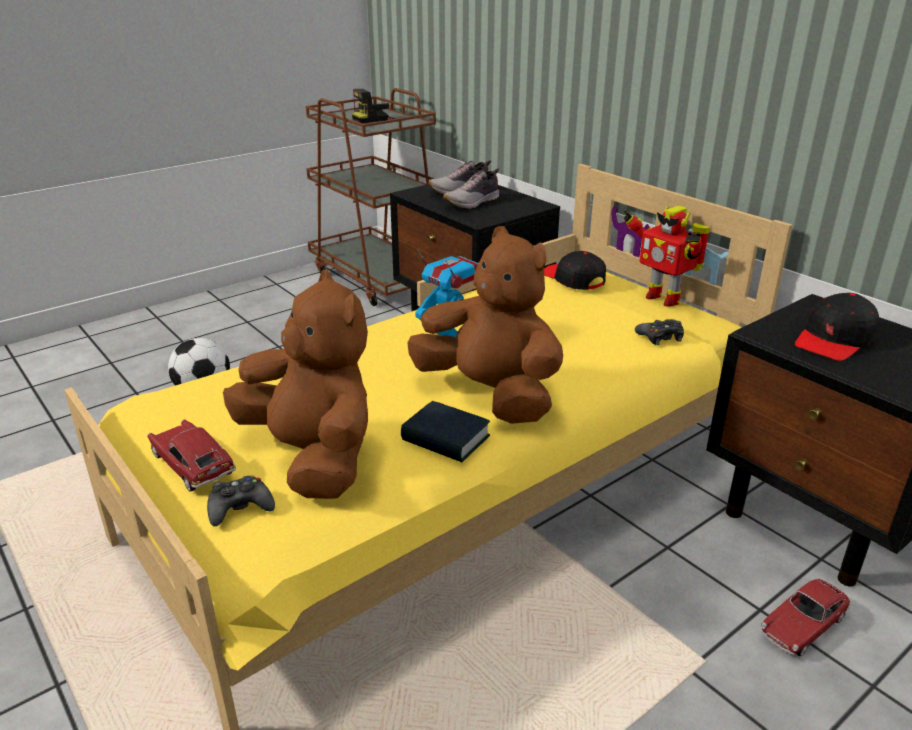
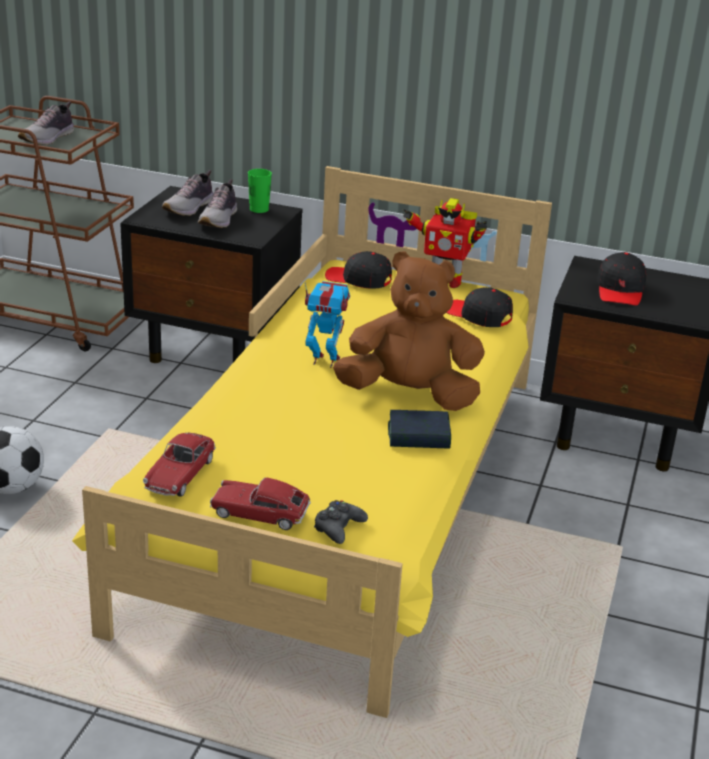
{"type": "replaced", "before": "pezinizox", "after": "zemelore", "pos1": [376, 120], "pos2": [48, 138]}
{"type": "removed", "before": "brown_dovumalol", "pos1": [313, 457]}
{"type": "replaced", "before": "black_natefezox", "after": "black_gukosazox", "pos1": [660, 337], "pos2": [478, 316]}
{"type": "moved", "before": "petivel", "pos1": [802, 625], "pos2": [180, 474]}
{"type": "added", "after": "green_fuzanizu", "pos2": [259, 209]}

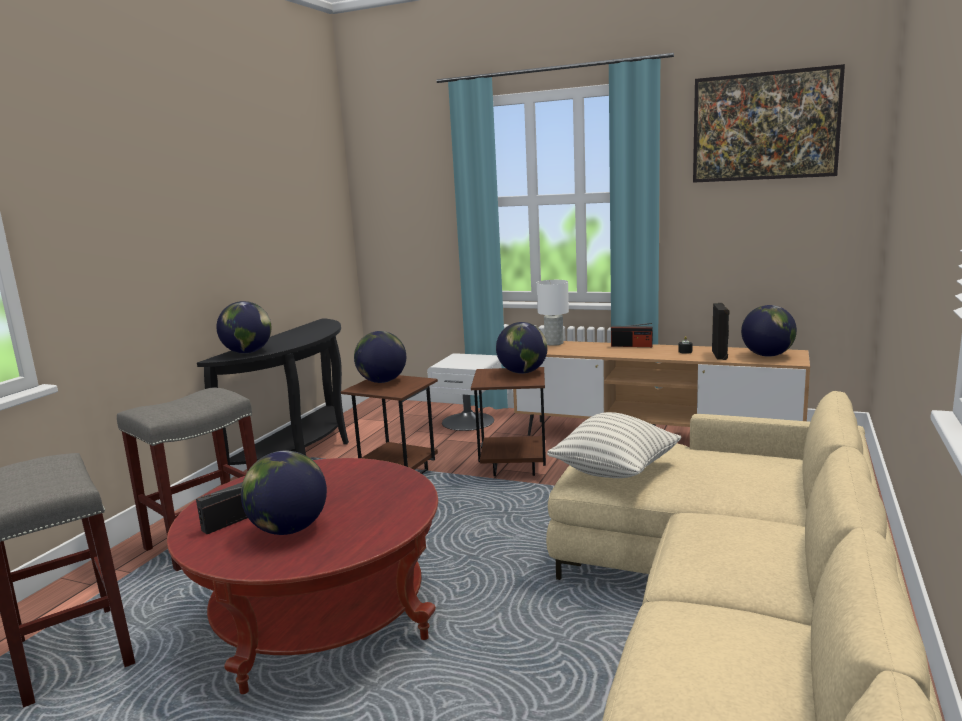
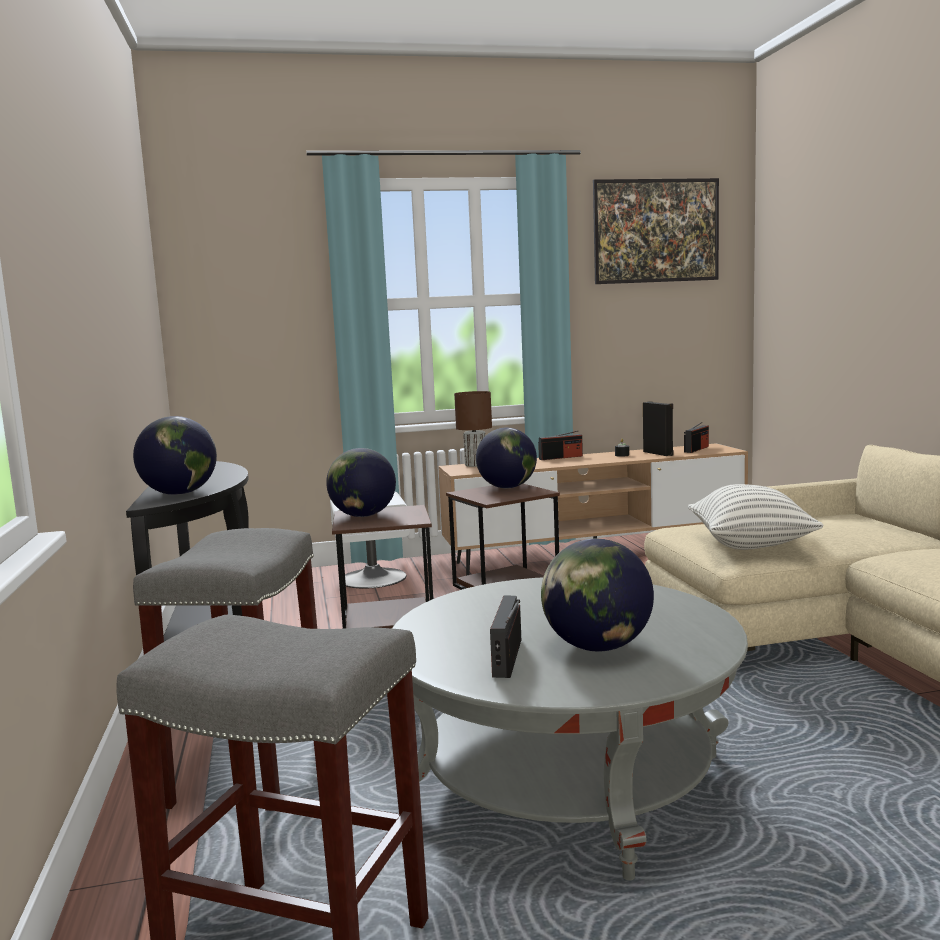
{"type": "recoloured", "before": "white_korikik", "after": "brown_korikik", "pos1": [553, 343], "pos2": [475, 465]}
{"type": "replaced", "before": "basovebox", "after": "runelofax", "pos1": [767, 355], "pos2": [696, 449]}
{"type": "recoloured", "before": "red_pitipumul", "after": "grey_pitipumul", "pos1": [321, 617], "pos2": [567, 782]}

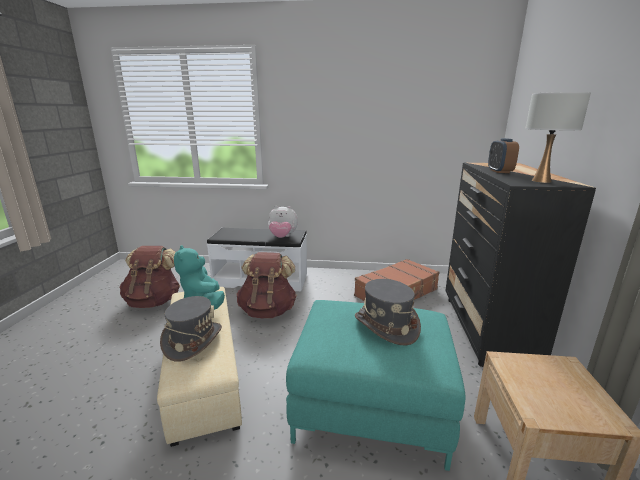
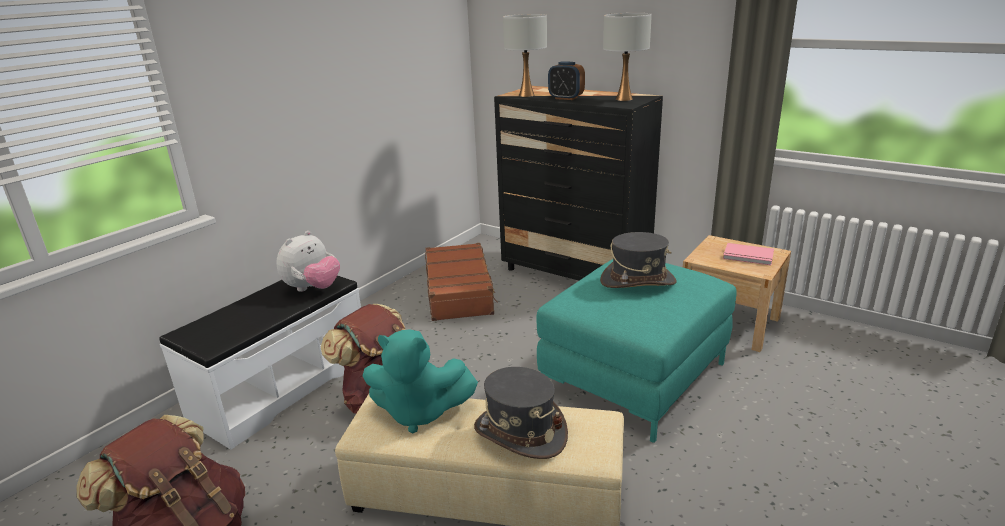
{"type": "added", "after": "white_korikik", "pos2": [526, 95]}
{"type": "added", "after": "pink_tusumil", "pos2": [748, 256]}

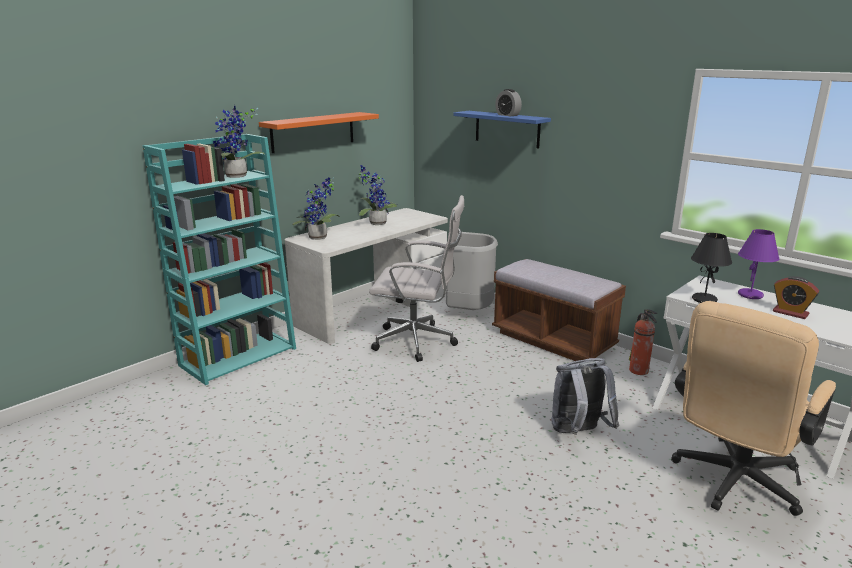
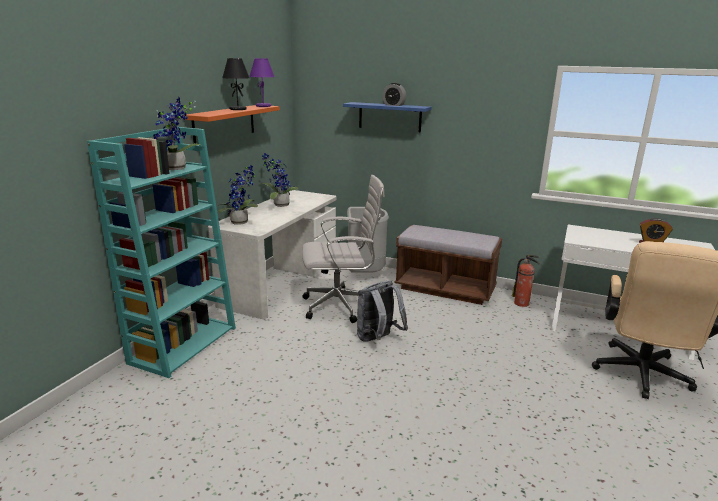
{"type": "moved", "before": "purple_korikik", "pos1": [750, 295], "pos2": [263, 106]}
{"type": "moved", "before": "black_korikik", "pos1": [704, 300], "pos2": [237, 109]}
{"type": "moved", "before": "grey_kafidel", "pos1": [578, 433], "pos2": [378, 339]}

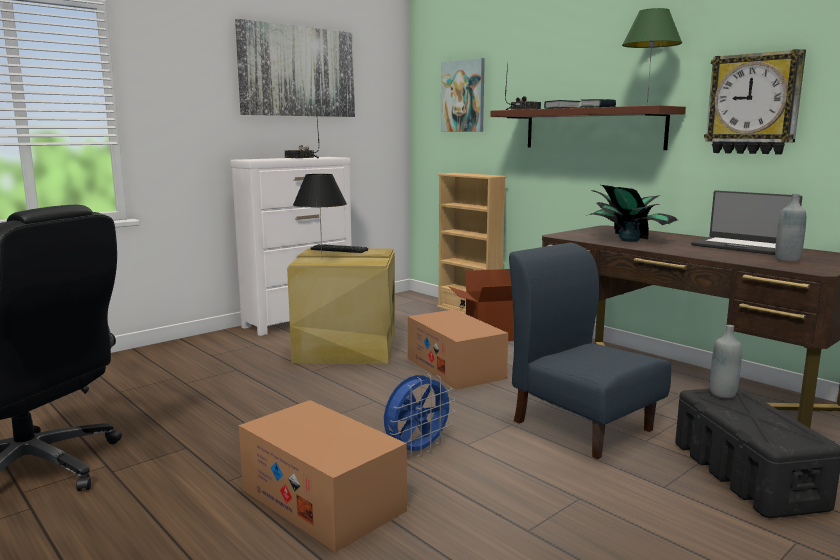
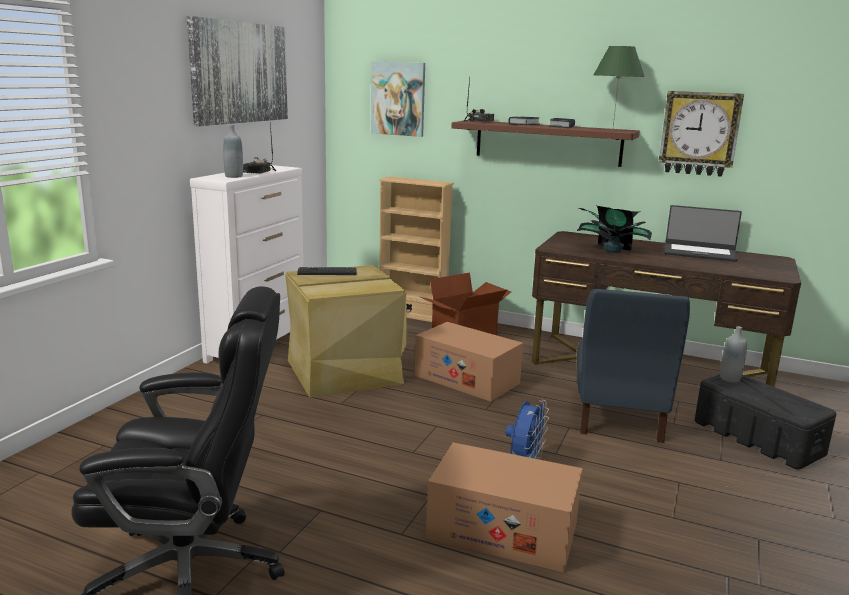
{"type": "removed", "before": "black_korikik", "pos1": [322, 259]}
{"type": "moved", "before": "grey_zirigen", "pos1": [787, 260], "pos2": [234, 176]}
{"type": "turned", "before": "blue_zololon", "pos1": [581, 425], "pos2": [618, 418], "turn": -105}

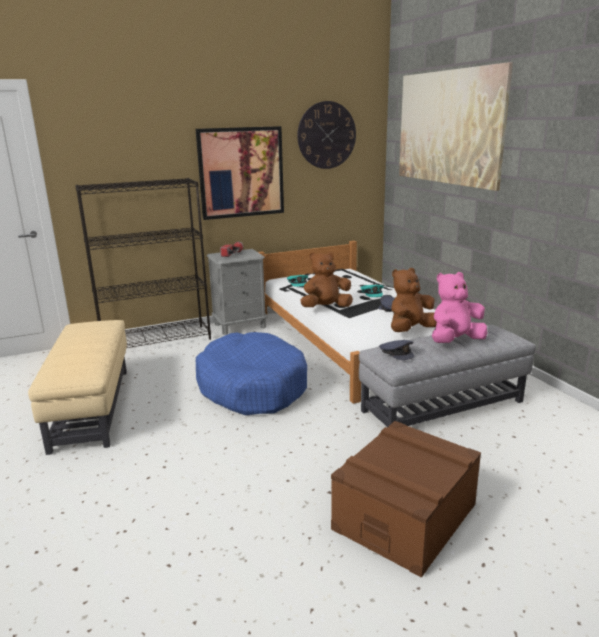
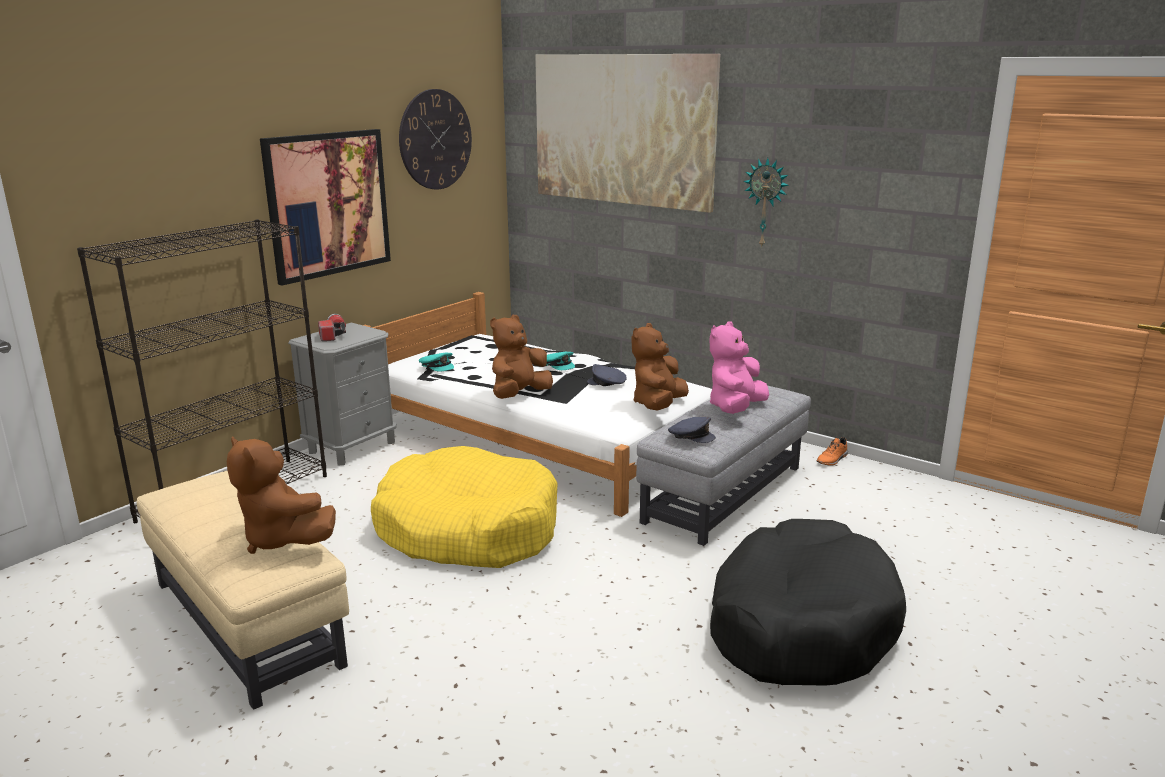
{"type": "recoloured", "before": "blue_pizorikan", "after": "yellow_pizorikan", "pos1": [252, 387], "pos2": [468, 529]}
{"type": "replaced", "before": "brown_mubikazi", "after": "black_pizorikan", "pos1": [405, 517], "pos2": [800, 624]}
{"type": "added", "after": "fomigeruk", "pos2": [766, 202]}
{"type": "added", "after": "brown_dovumalol", "pos2": [282, 539]}
{"type": "added", "after": "orange_zemelore", "pos2": [832, 460]}

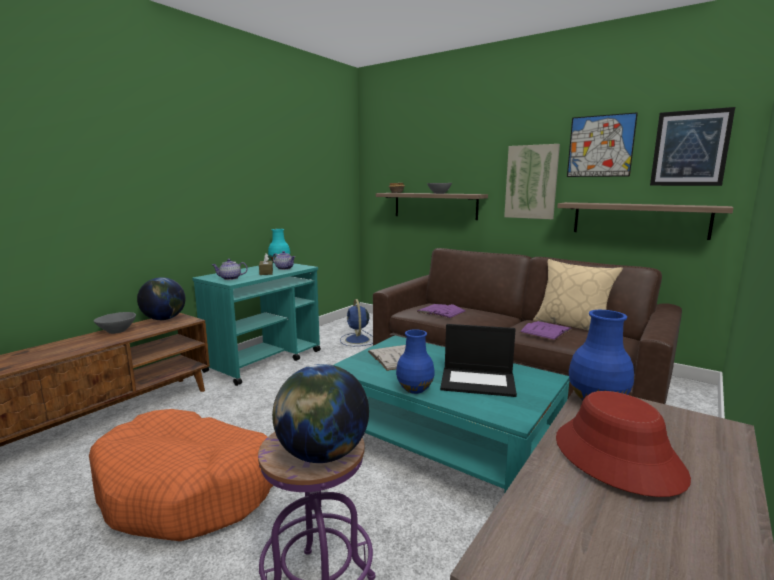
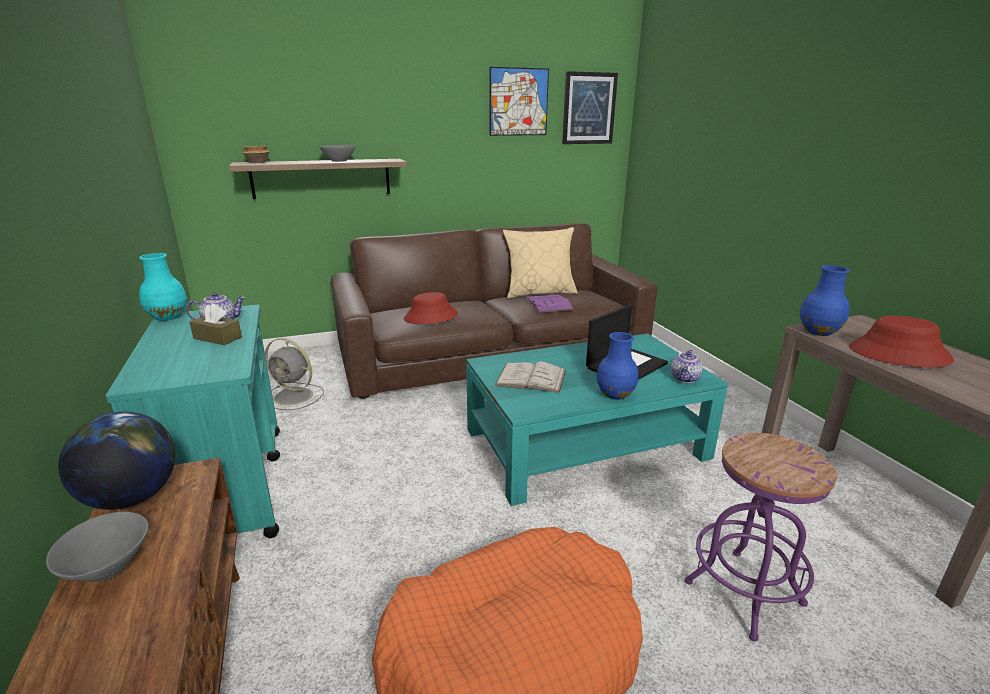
{"type": "removed", "before": "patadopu", "pos1": [531, 182]}
{"type": "removed", "before": "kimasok", "pos1": [639, 220]}
{"type": "moved", "before": "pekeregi", "pos1": [230, 278], "pos2": [685, 379]}
{"type": "recoloured", "before": "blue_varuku", "after": "grey_varuku", "pos1": [357, 340], "pos2": [294, 397]}
{"type": "replaced", "before": "purple_tusumil", "after": "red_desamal", "pos1": [441, 311], "pos2": [431, 317]}
{"type": "removed", "before": "basovebox", "pos1": [322, 454]}

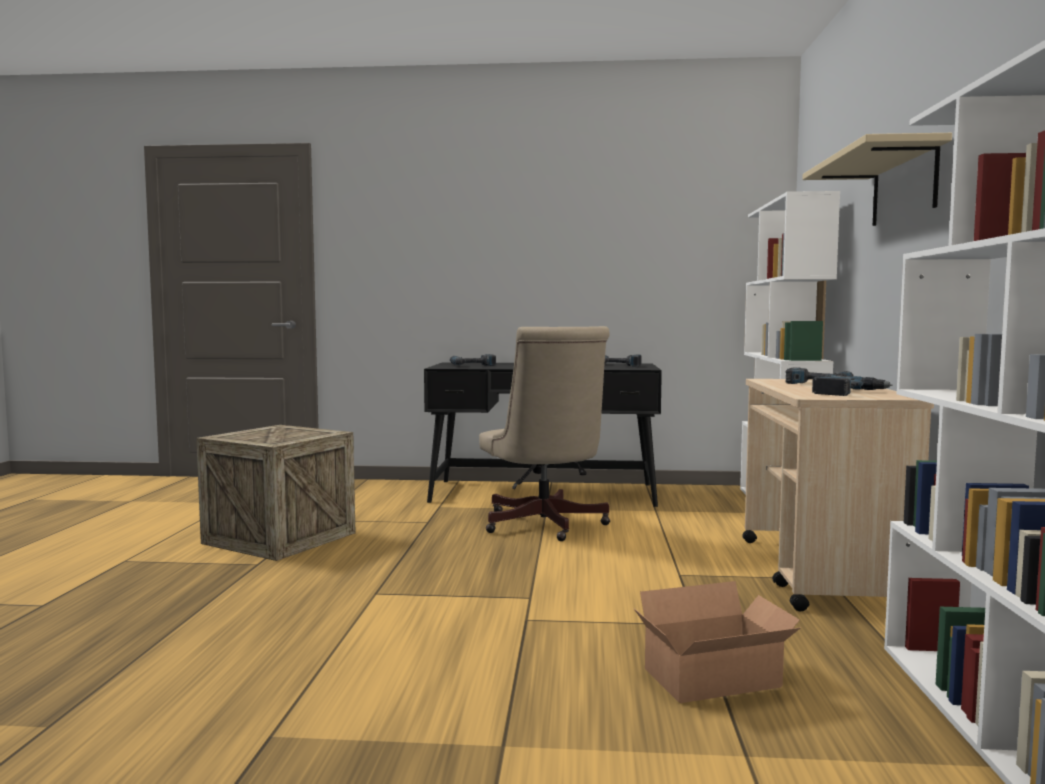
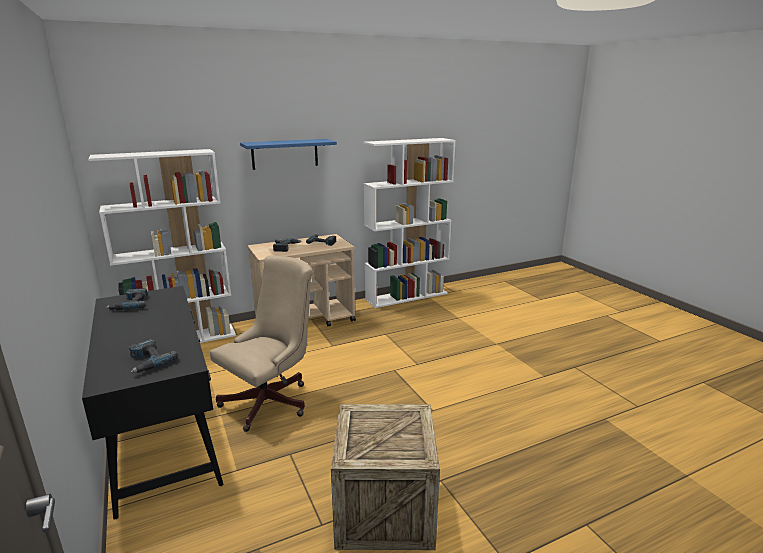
{"type": "recoloured", "before": "beige_kimasok", "after": "blue_kimasok", "pos1": [904, 186], "pos2": [285, 154]}
{"type": "removed", "before": "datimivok", "pos1": [717, 679]}

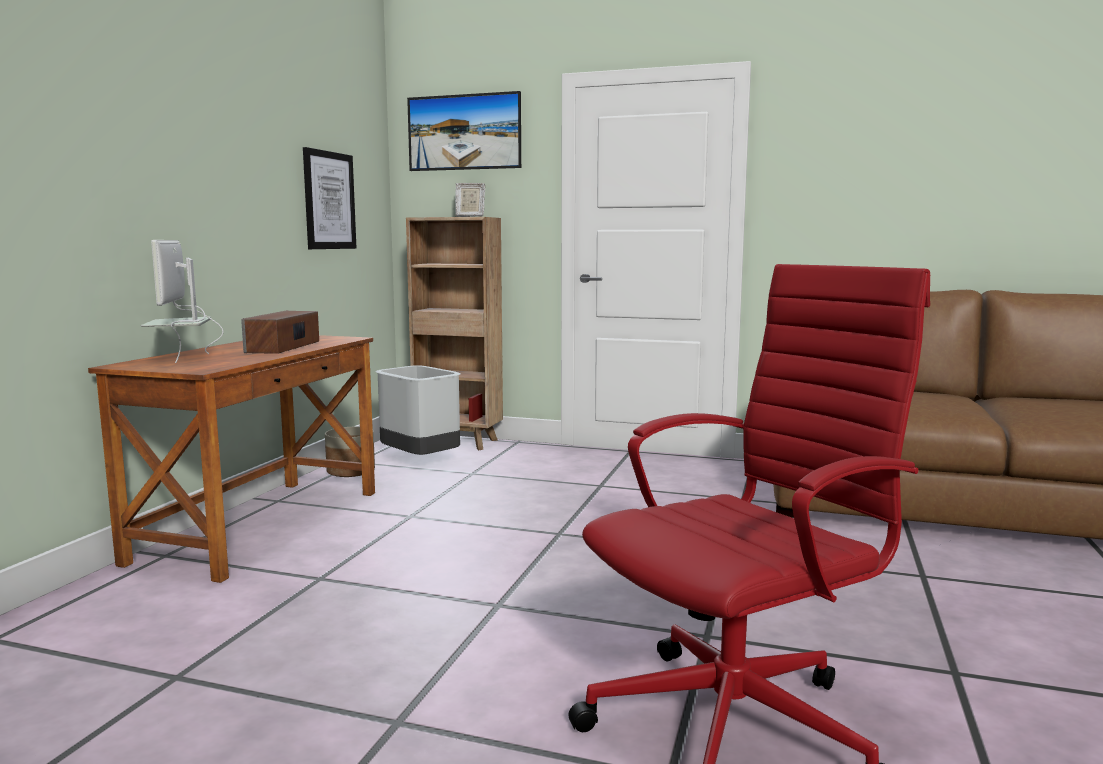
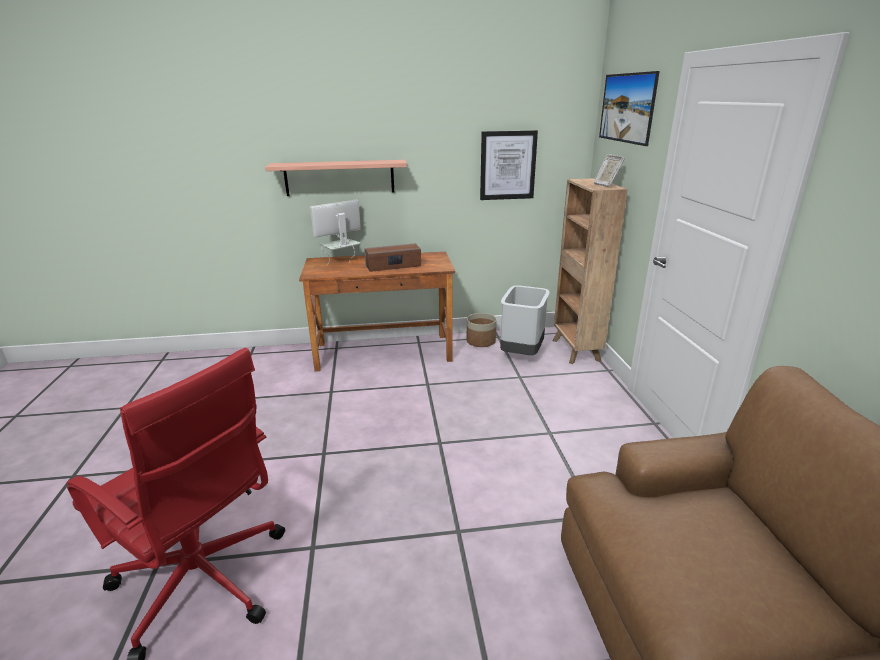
{"type": "added", "after": "kimasok", "pos2": [339, 177]}

